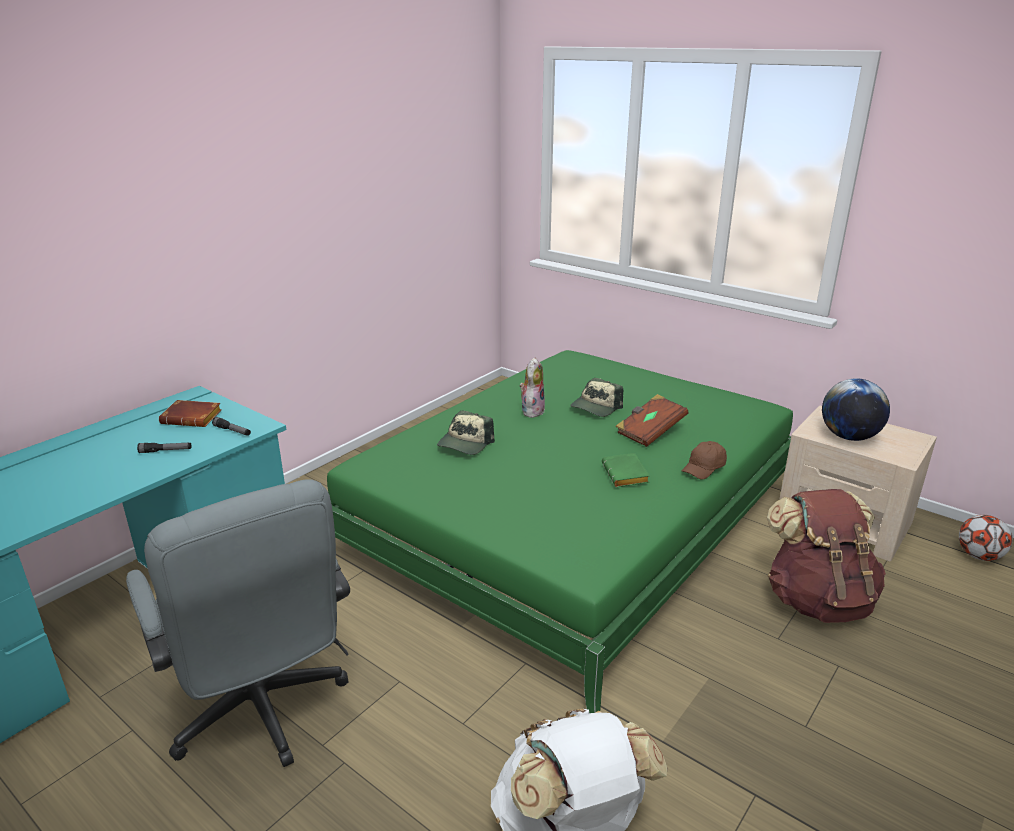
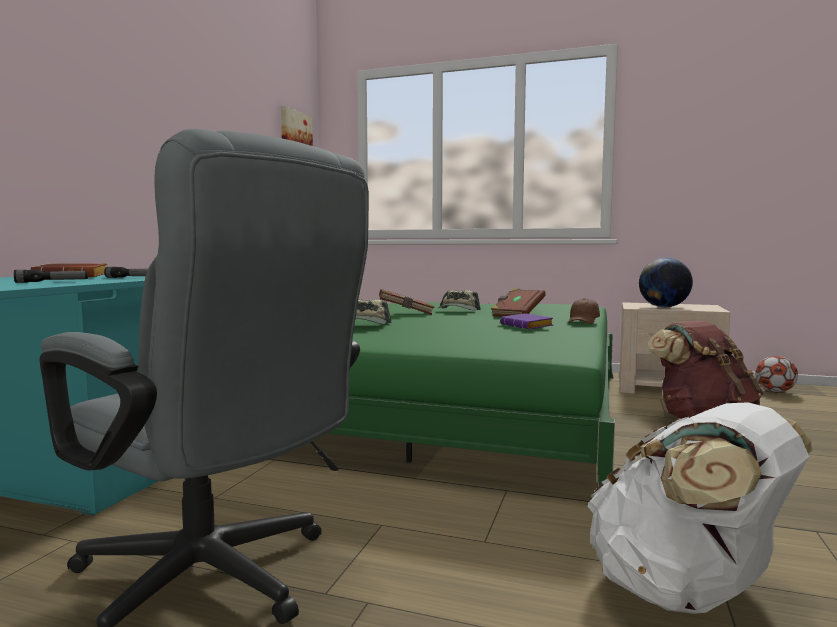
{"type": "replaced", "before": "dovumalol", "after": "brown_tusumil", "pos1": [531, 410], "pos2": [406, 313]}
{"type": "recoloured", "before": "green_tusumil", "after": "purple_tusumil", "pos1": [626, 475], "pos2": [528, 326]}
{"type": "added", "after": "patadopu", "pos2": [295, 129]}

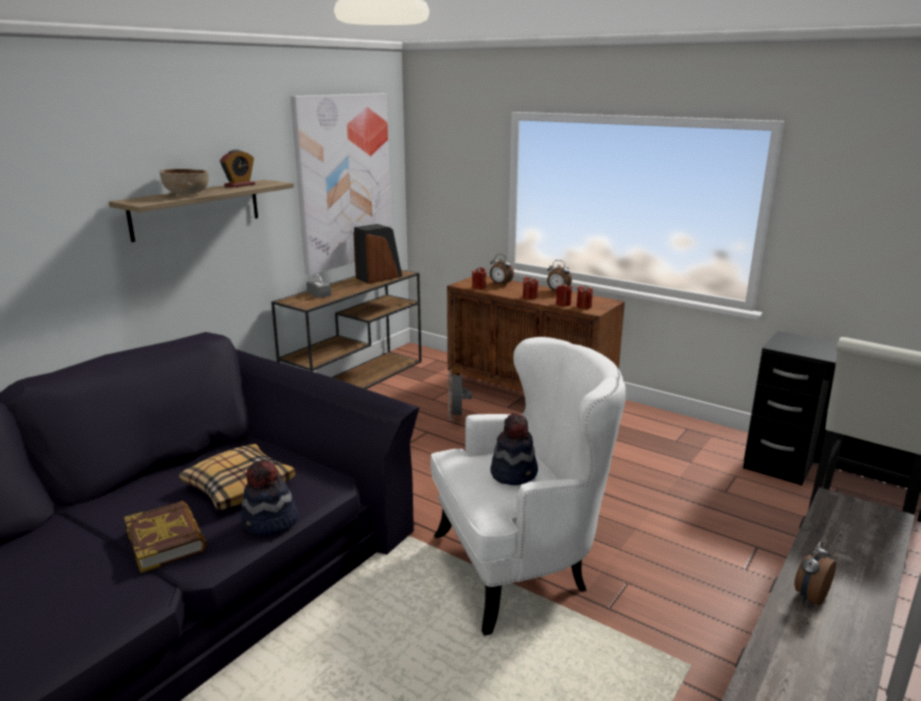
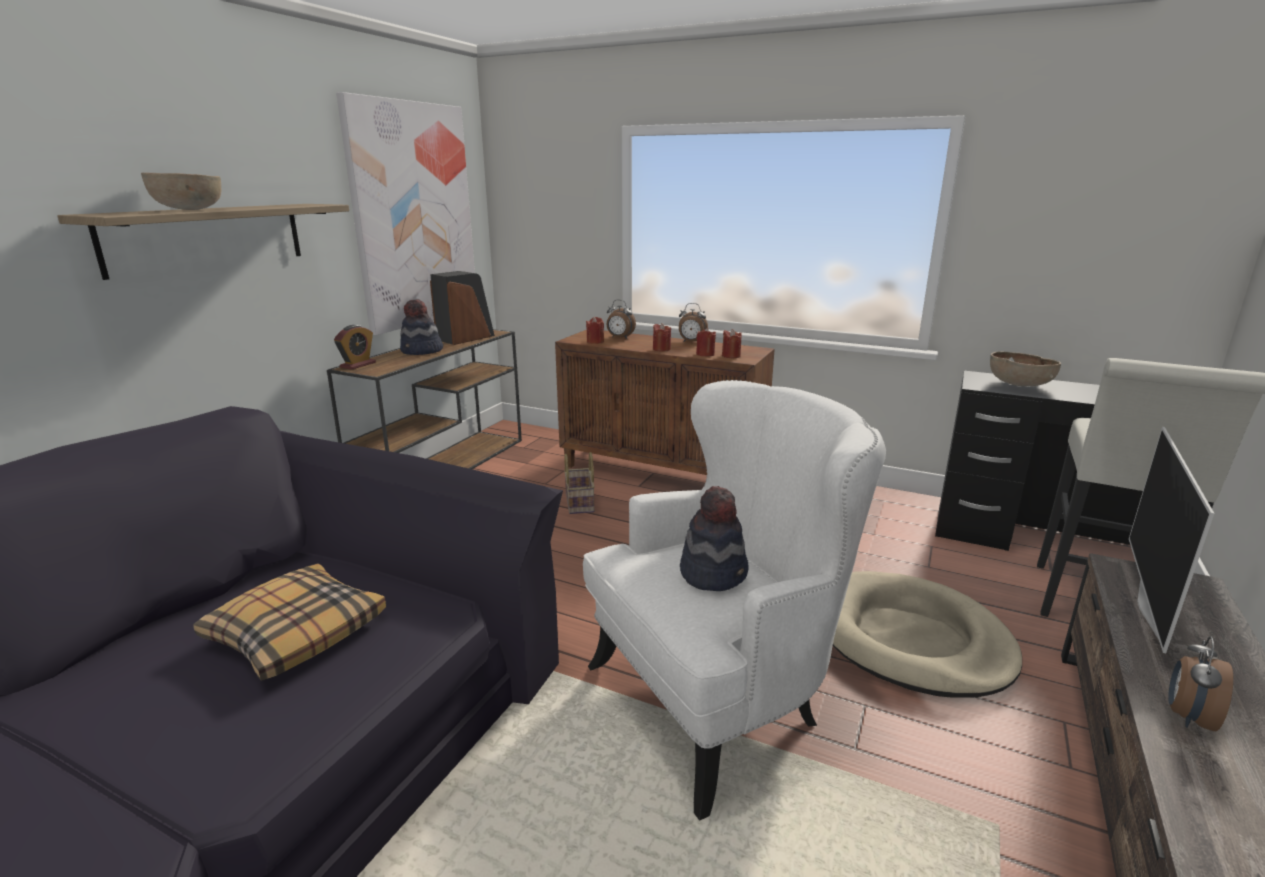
{"type": "moved", "before": "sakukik", "pos1": [240, 185], "pos2": [358, 365]}
{"type": "removed", "before": "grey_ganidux", "pos1": [319, 294]}
{"type": "replaced", "before": "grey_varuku", "after": "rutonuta", "pos1": [457, 417], "pos2": [580, 503]}
{"type": "moved", "before": "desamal", "pos1": [270, 523], "pos2": [422, 351]}
{"type": "removed", "before": "tusumil", "pos1": [166, 541]}
{"type": "added", "after": "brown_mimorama", "pos2": [1018, 385]}
{"type": "added", "after": "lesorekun", "pos2": [1151, 608]}
{"type": "added", "after": "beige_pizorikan", "pos2": [911, 639]}

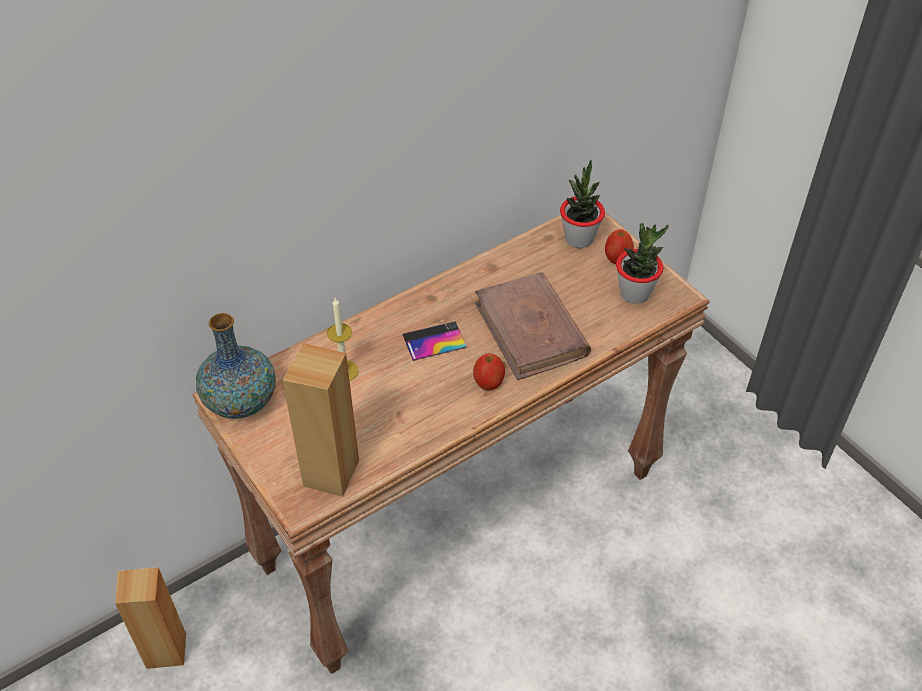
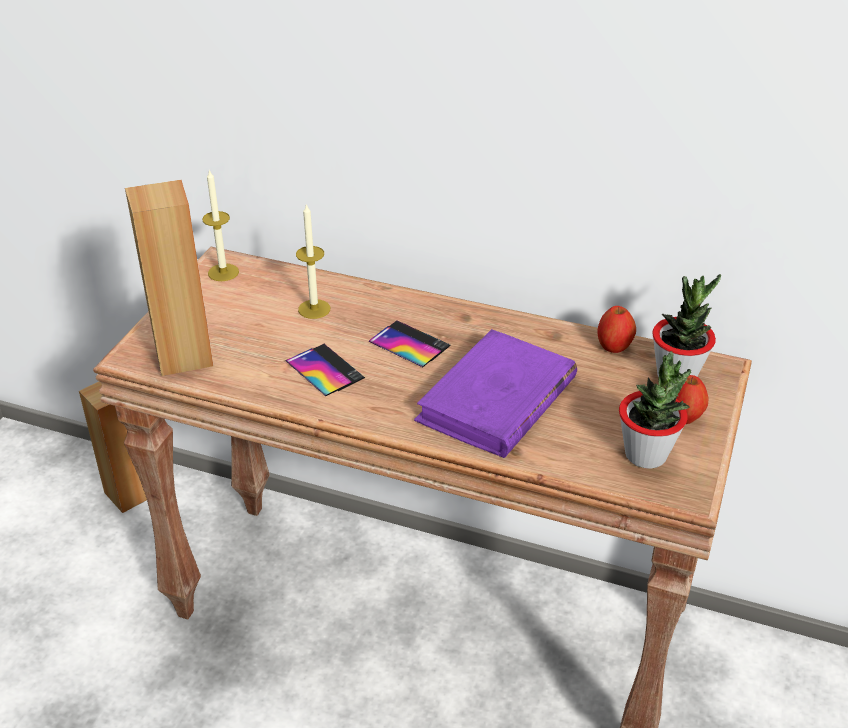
{"type": "recoloured", "before": "brown_tusumil", "after": "purple_tusumil", "pos1": [531, 330], "pos2": [497, 400]}
{"type": "replaced", "before": "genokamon", "after": "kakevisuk", "pos1": [241, 402], "pos2": [223, 272]}
{"type": "moved", "before": "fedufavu", "pos1": [488, 383], "pos2": [614, 346]}
{"type": "added", "after": "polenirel", "pos2": [325, 370]}

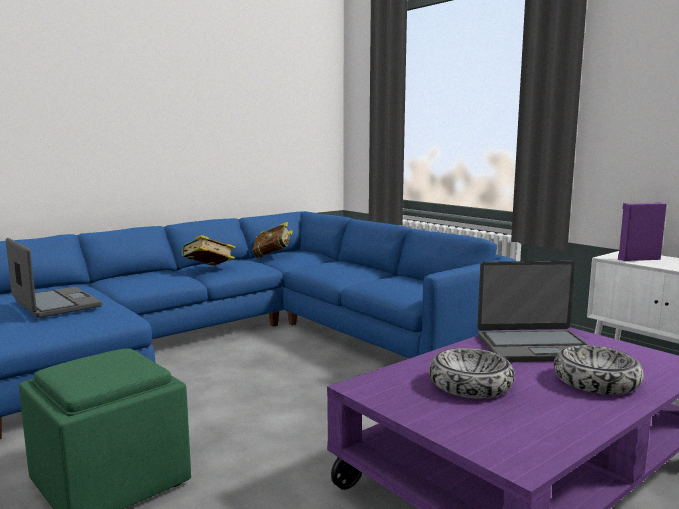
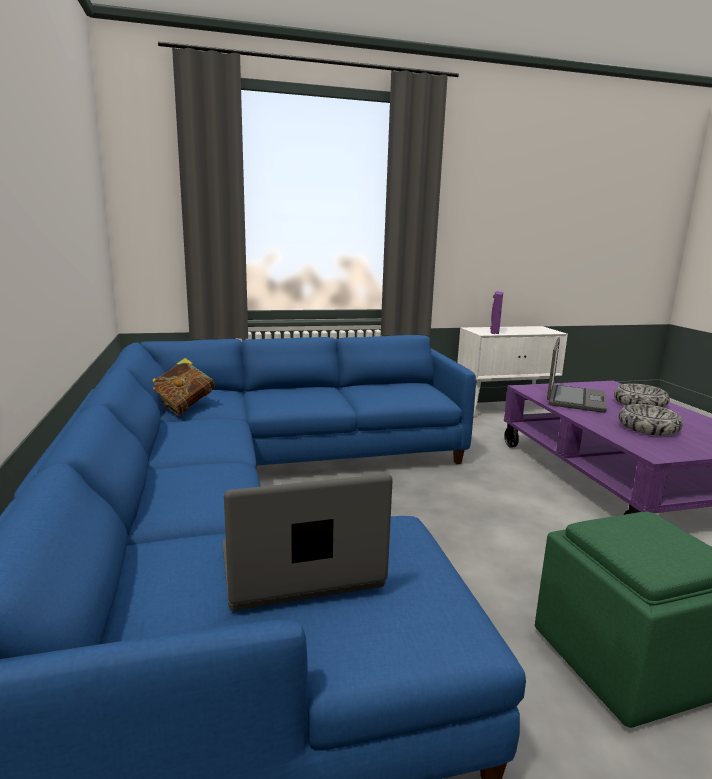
{"type": "removed", "before": "tusumil", "pos1": [208, 269]}

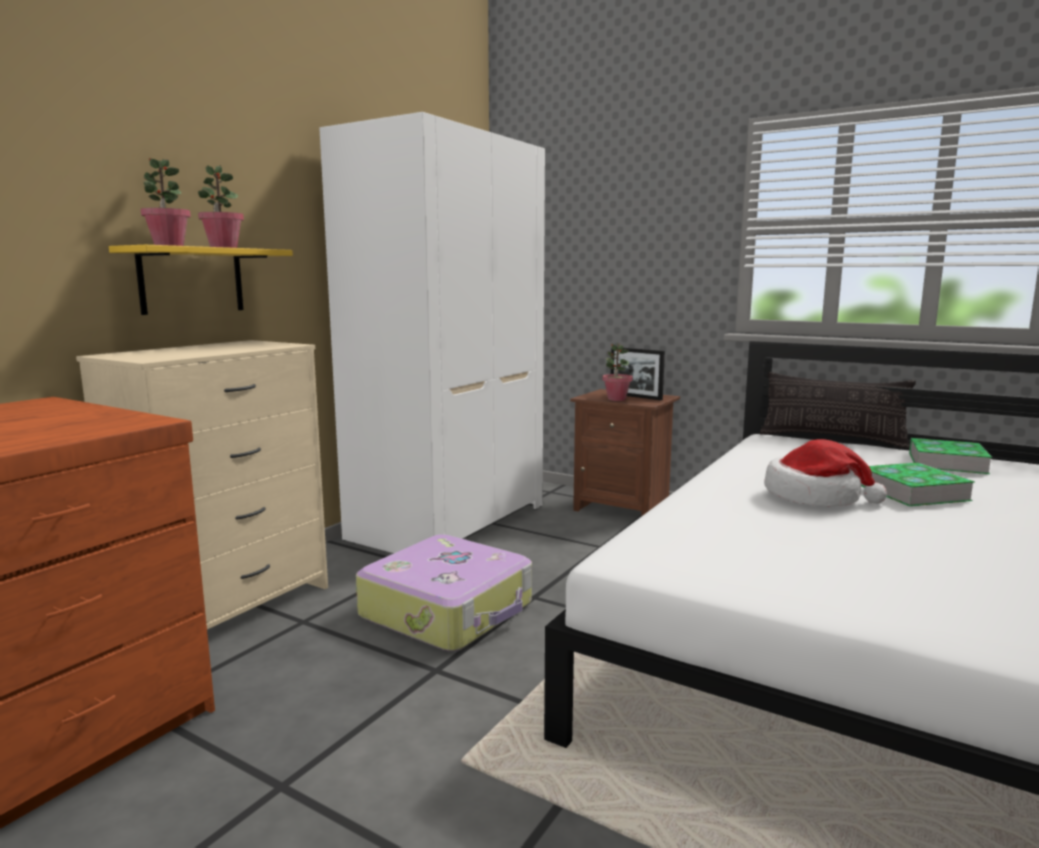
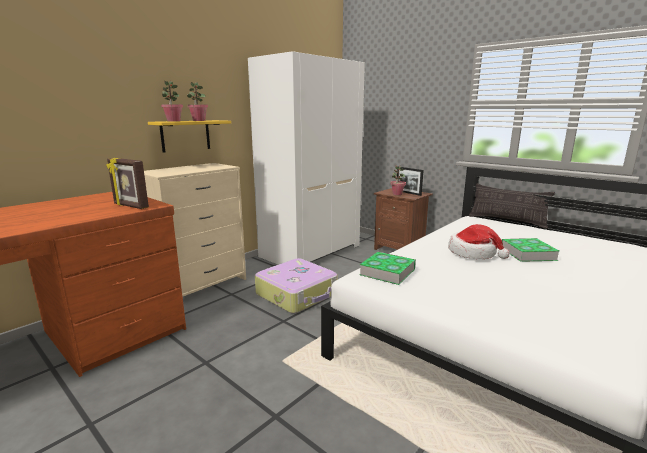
{"type": "moved", "before": "tusumil", "pos1": [947, 462], "pos2": [387, 272]}
{"type": "added", "after": "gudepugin", "pos2": [130, 206]}

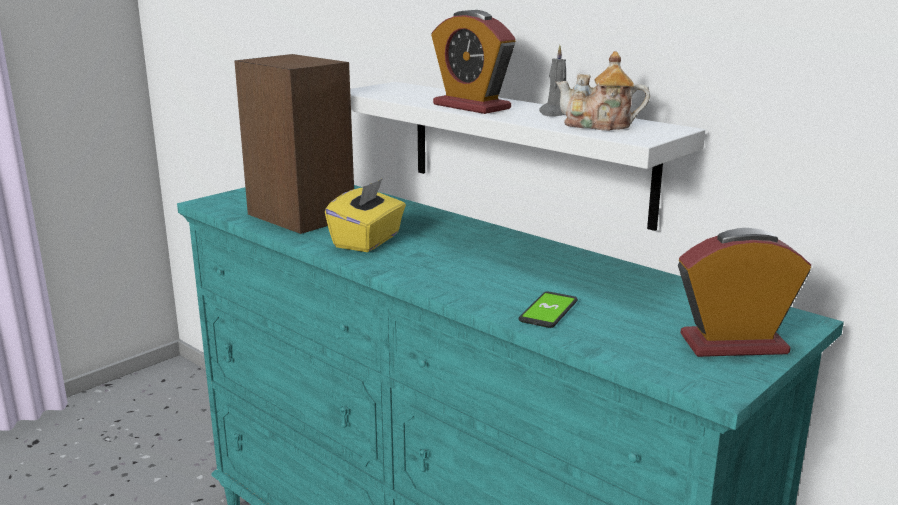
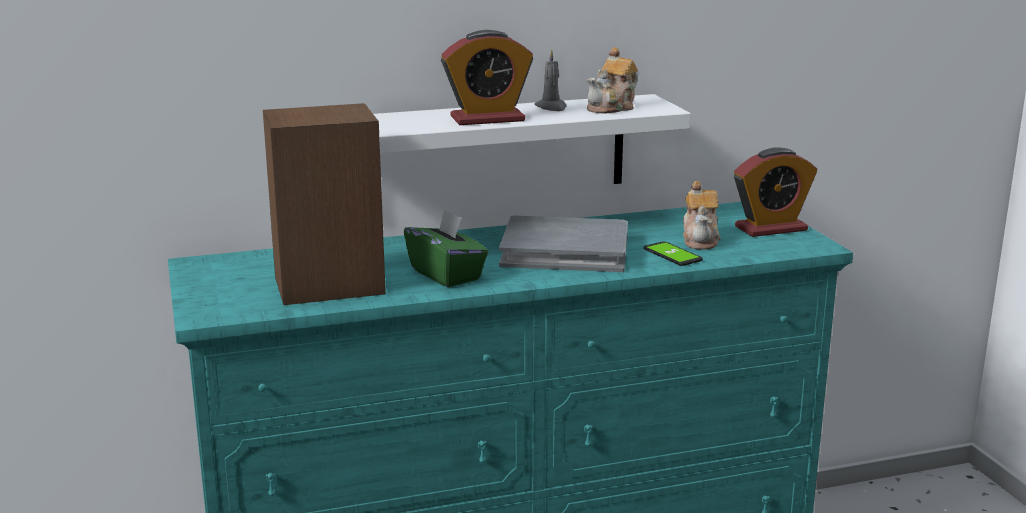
{"type": "recoloured", "before": "yellow_ganidux", "after": "green_ganidux", "pos1": [368, 241], "pos2": [446, 274]}
{"type": "turned", "before": "sakukik", "pos1": [733, 344], "pos2": [771, 228], "turn": -135}
{"type": "added", "after": "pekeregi", "pos2": [701, 240]}
{"type": "added", "after": "grey_tusumil", "pos2": [565, 251]}

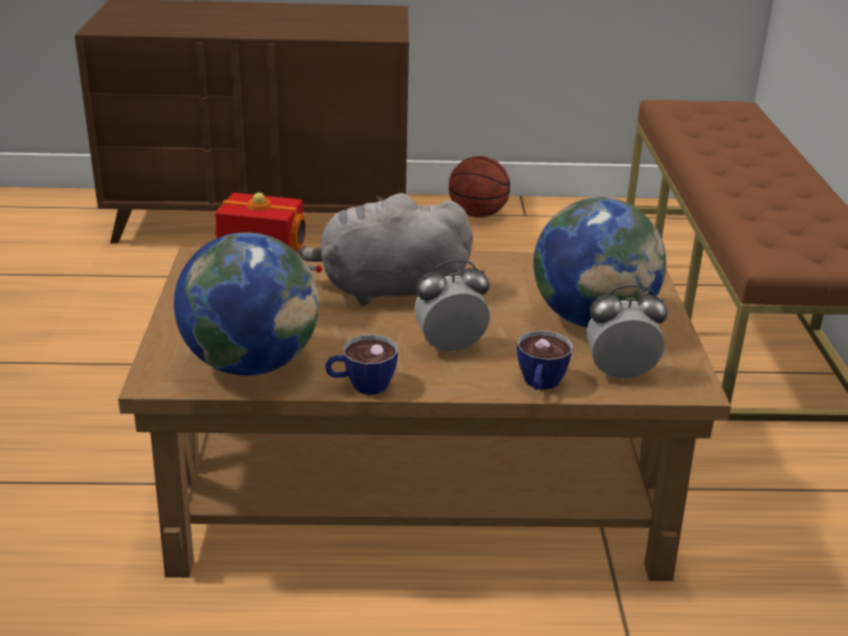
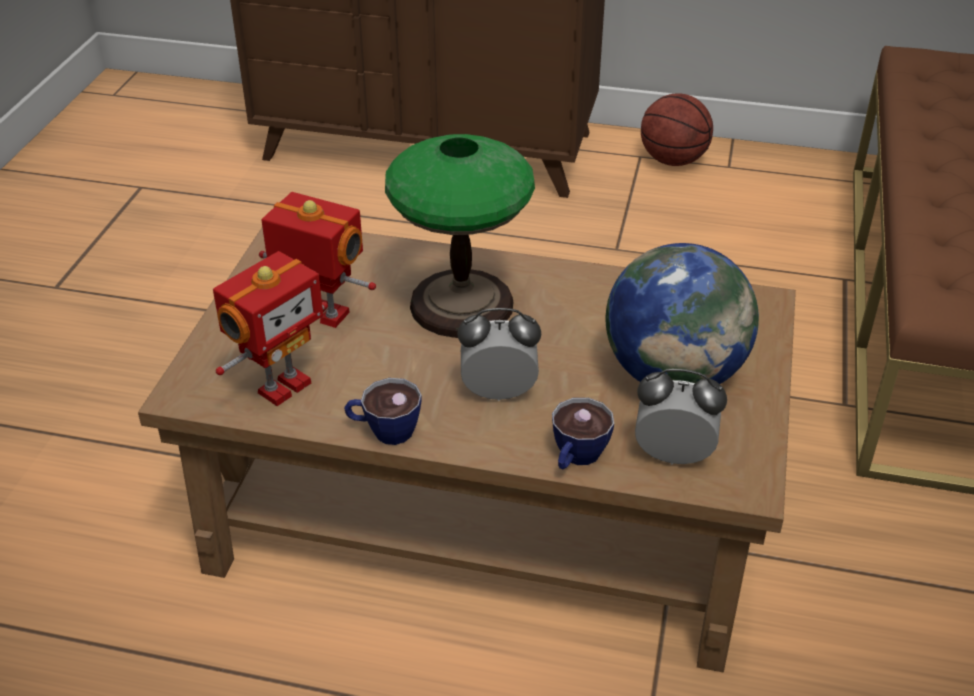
{"type": "replaced", "before": "grey_dovumalol", "after": "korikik", "pos1": [386, 290], "pos2": [460, 305]}
{"type": "replaced", "before": "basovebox", "after": "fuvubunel", "pos1": [251, 364], "pos2": [282, 386]}

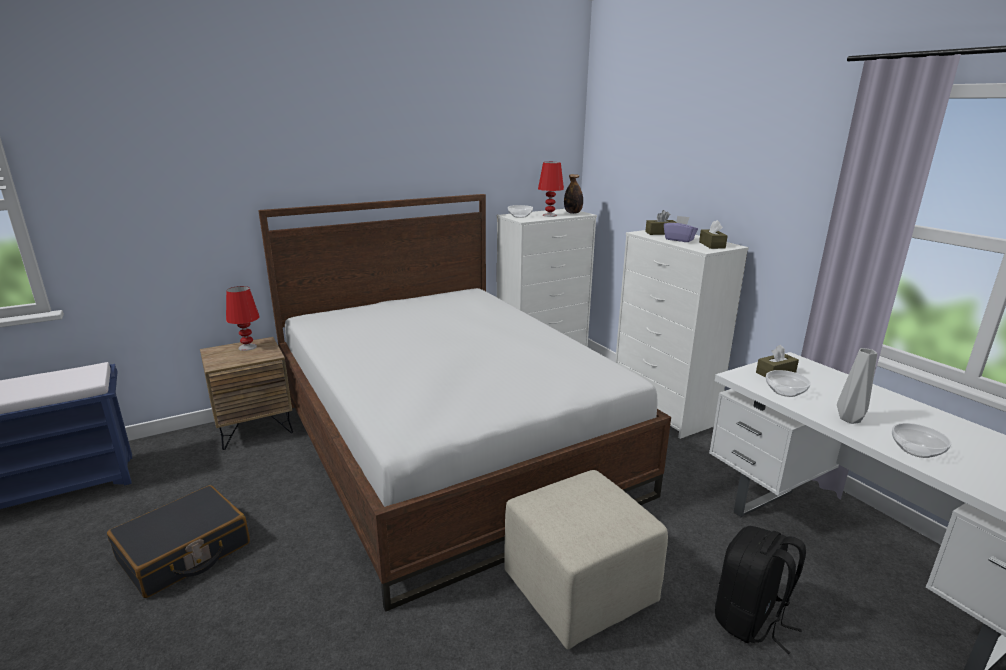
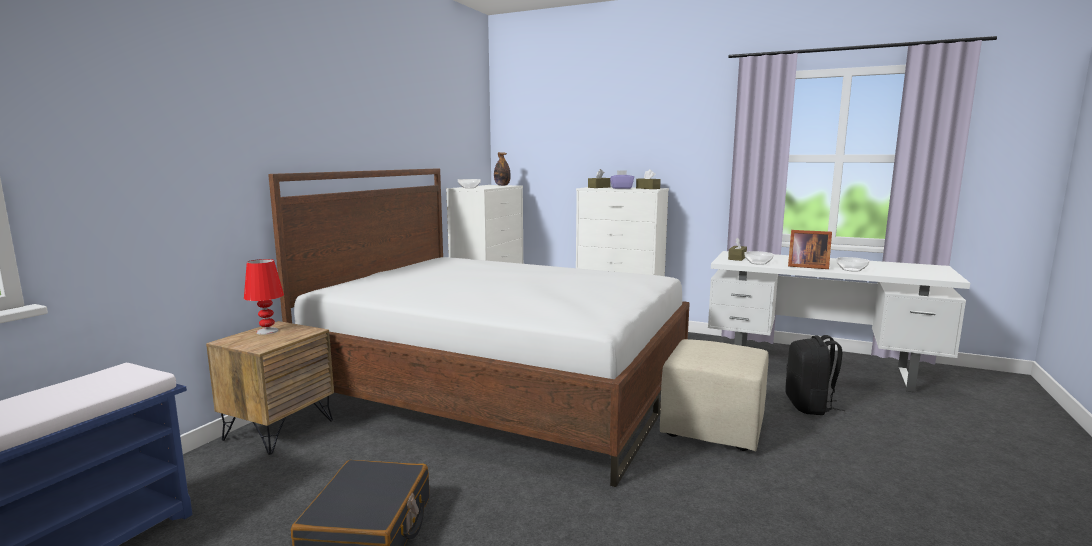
{"type": "removed", "before": "red_korikik", "pos1": [550, 215]}
{"type": "replaced", "before": "grey_genokamon", "after": "gudepugin", "pos1": [849, 420], "pos2": [806, 266]}

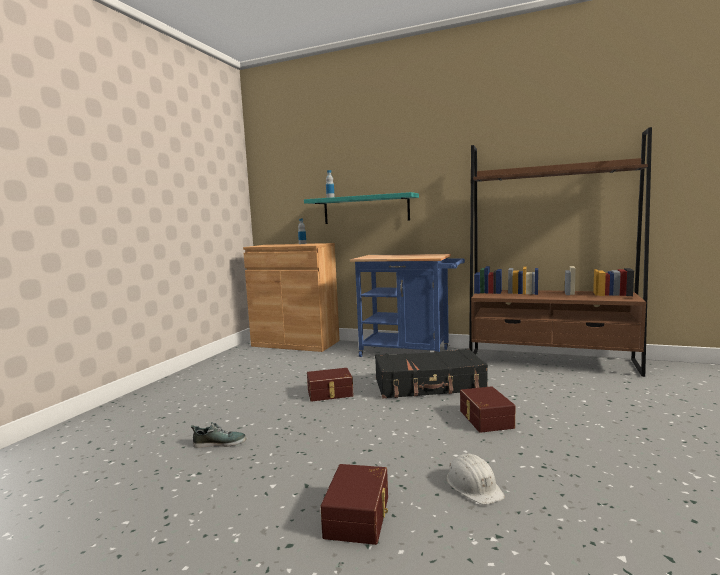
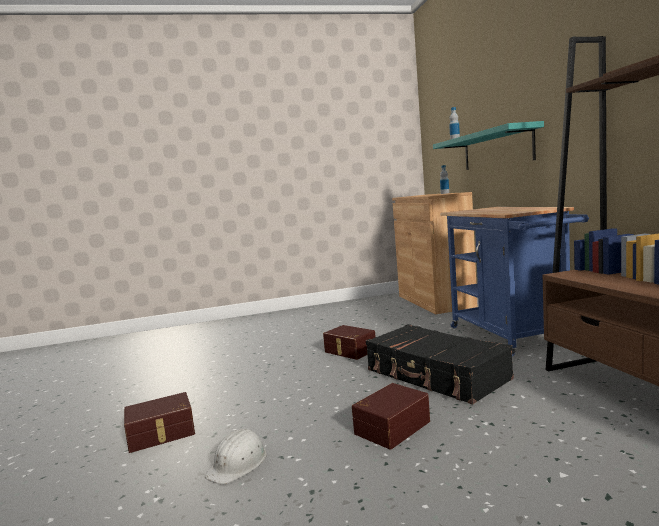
{"type": "removed", "before": "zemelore", "pos1": [219, 443]}

